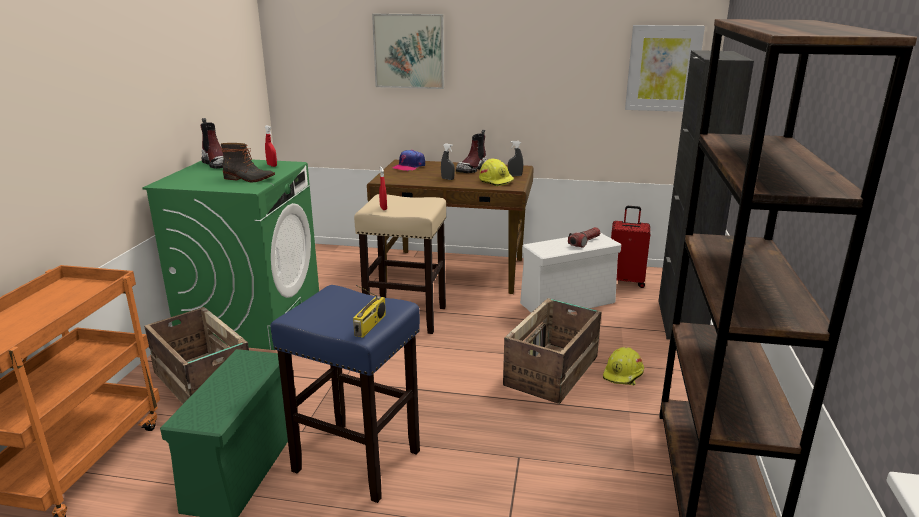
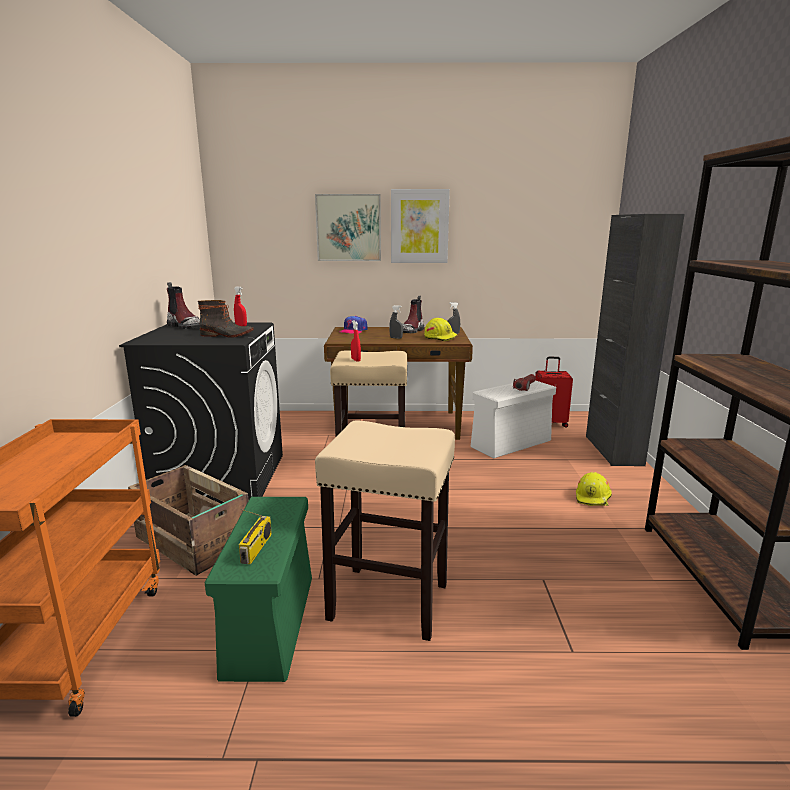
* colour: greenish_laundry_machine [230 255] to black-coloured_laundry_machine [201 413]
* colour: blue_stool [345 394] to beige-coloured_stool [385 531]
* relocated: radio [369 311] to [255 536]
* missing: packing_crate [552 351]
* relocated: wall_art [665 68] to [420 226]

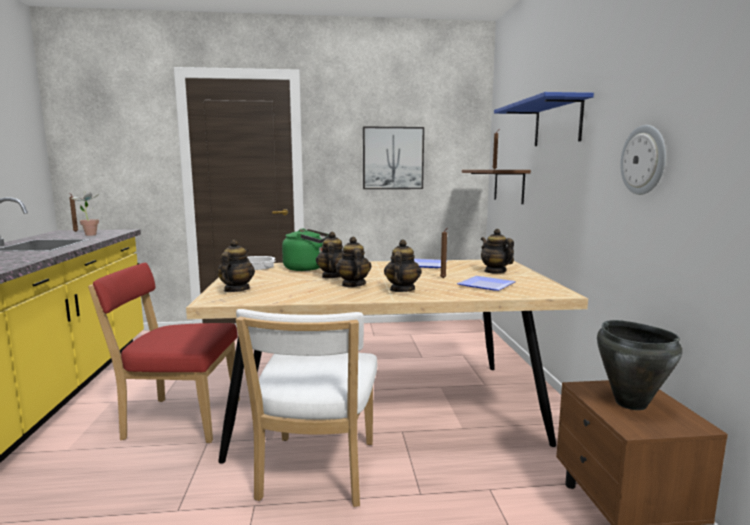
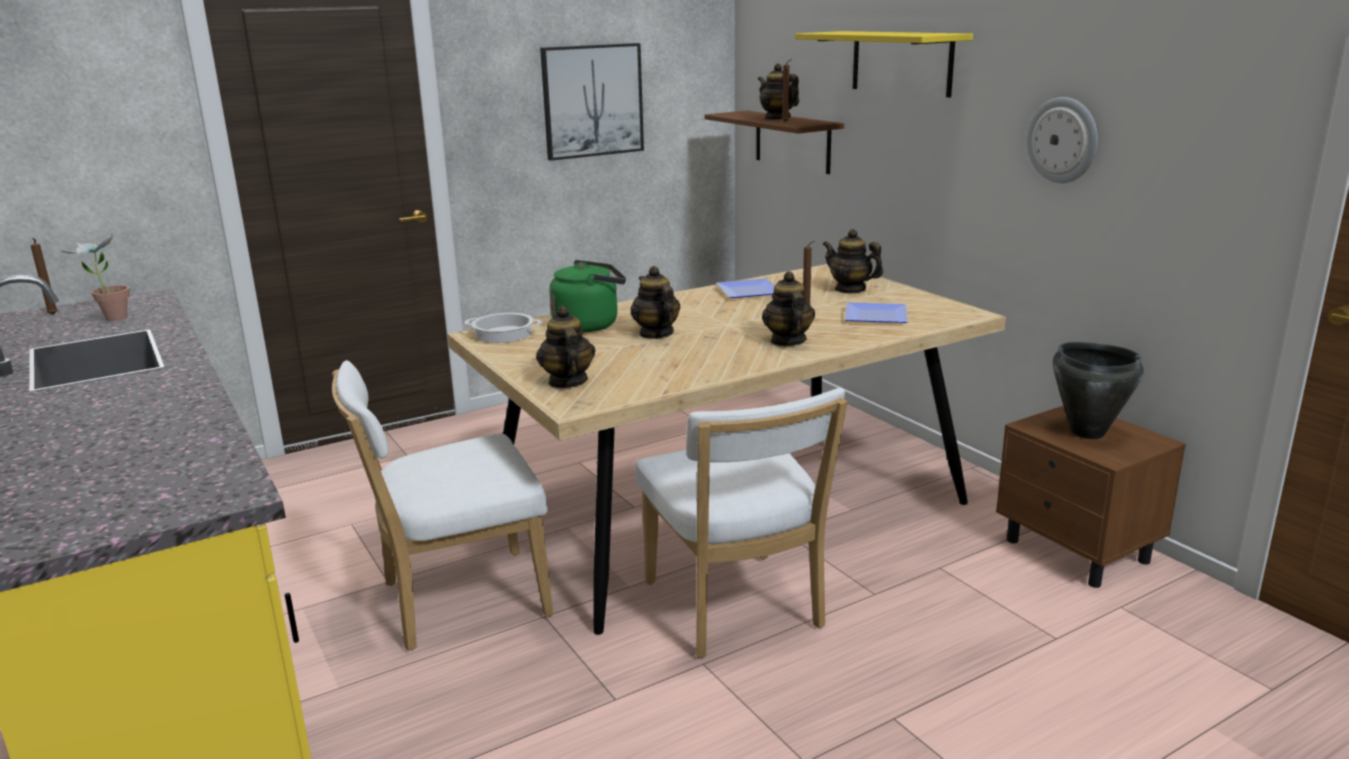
* colour: reddish_chair [164 353] to white_chair [443 505]
* relocated: tea_pot [353 262] to [778 91]
* colour: blue_wall_shelf [544 119] to yellowish_wall_shelf [884 64]

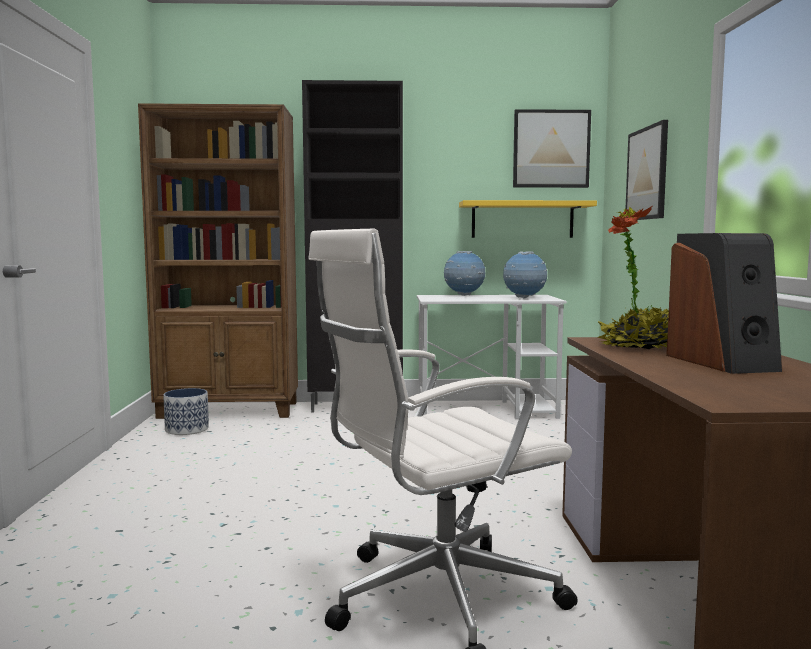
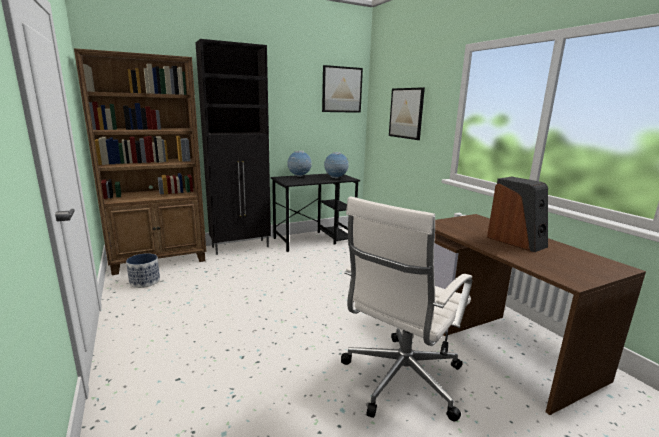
* colour: white_desk_table [492 357] to black-coloured_desk_table [315 213]
* missing: yellowish_wall_shelf [528 219]
* missing: houseplant [633 277]

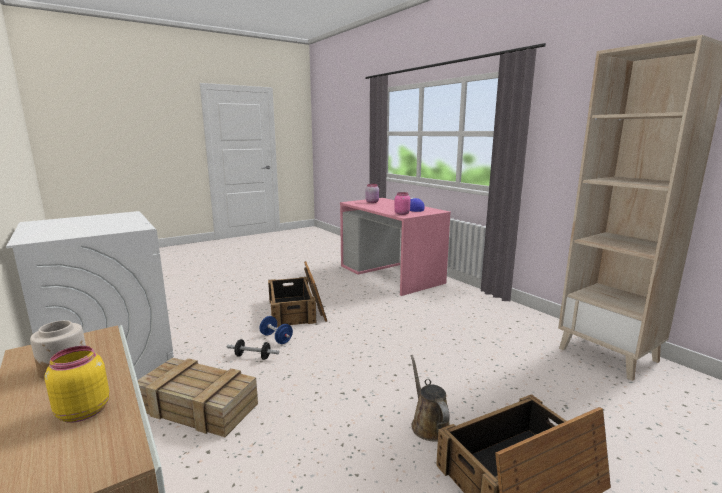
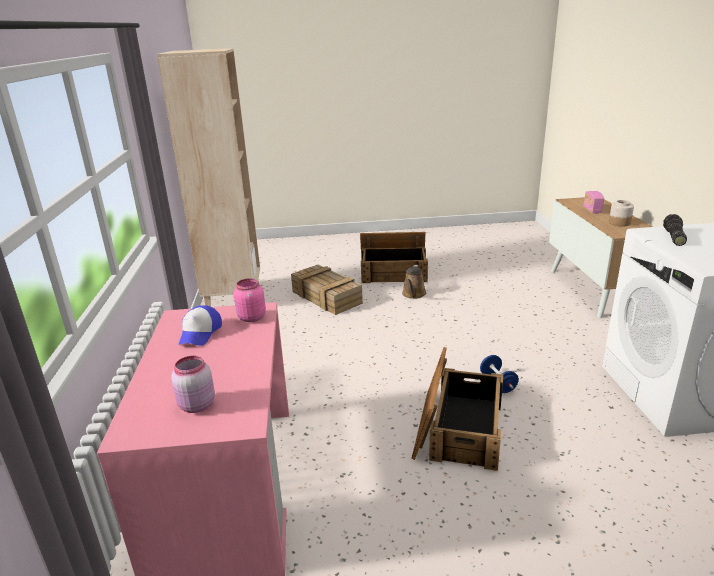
* exchanged: yellowish_storage_jar [77 384] to radio [594 202]
* relocated: packing_crate [198 397] to [327 290]
* missing: hand_weight [253 349]
* appeared: torch [675 230]

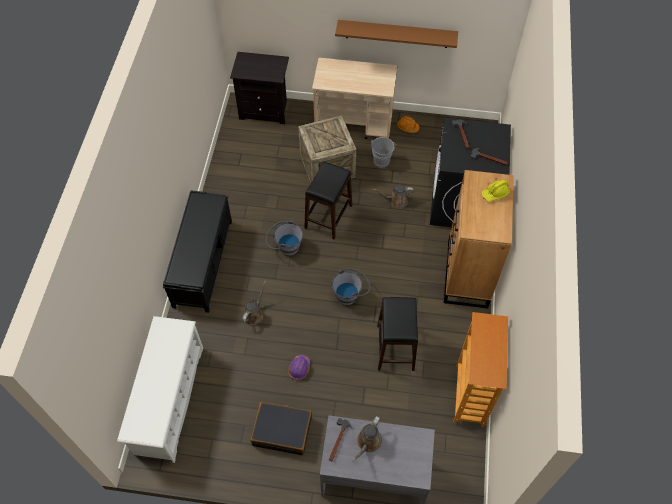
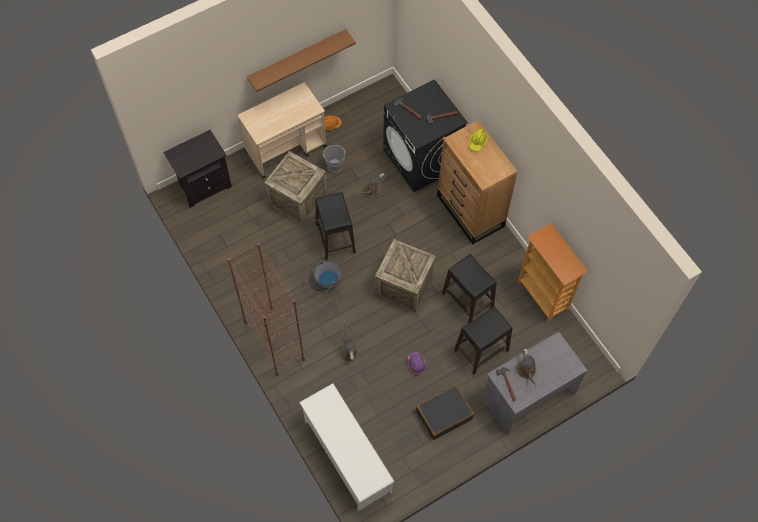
* exchanged: black-coloured_long_seat [197 251] to brownish_bookshelf [266 309]
* exchanged: grey_bucket [351 286] to packing_crate [405 275]
* appeared: black-coloured_stool [483 340]

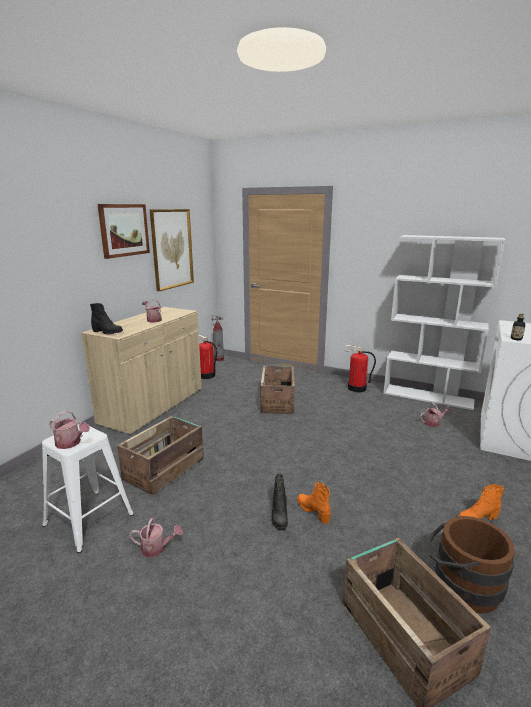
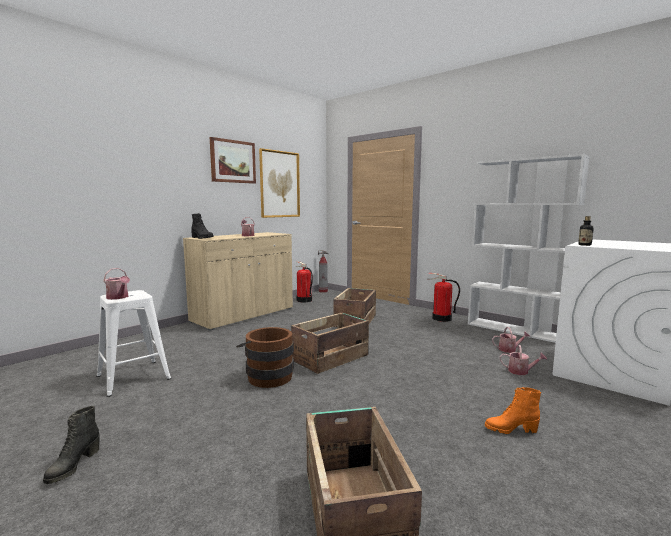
* relocated: packing_crate [160 455] to [330 343]
* relocated: sprinkling_can [156 538] to [523 360]
* relocated: black-coloured_tall_boot [279 502] to [71 445]
* missing: orange_tall_boot [314 503]
* relocated: brownish_bucket [471 565] to [265 357]

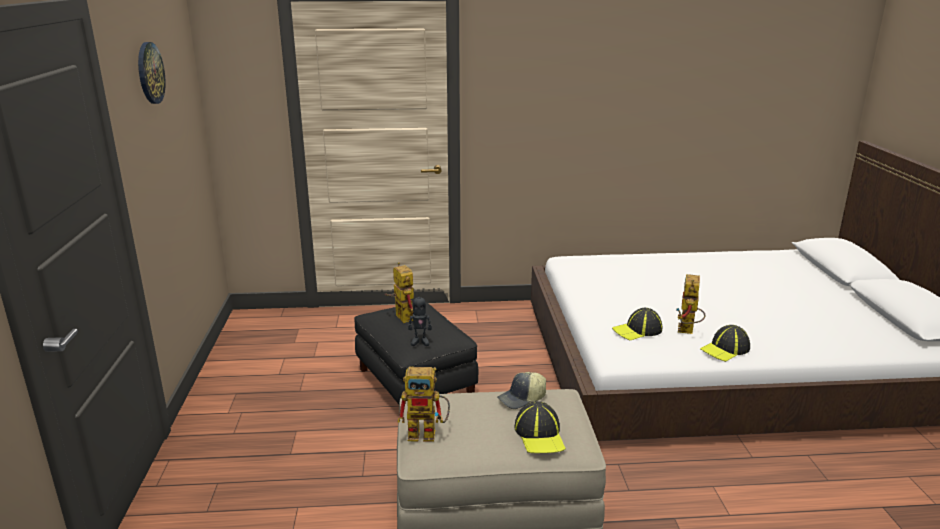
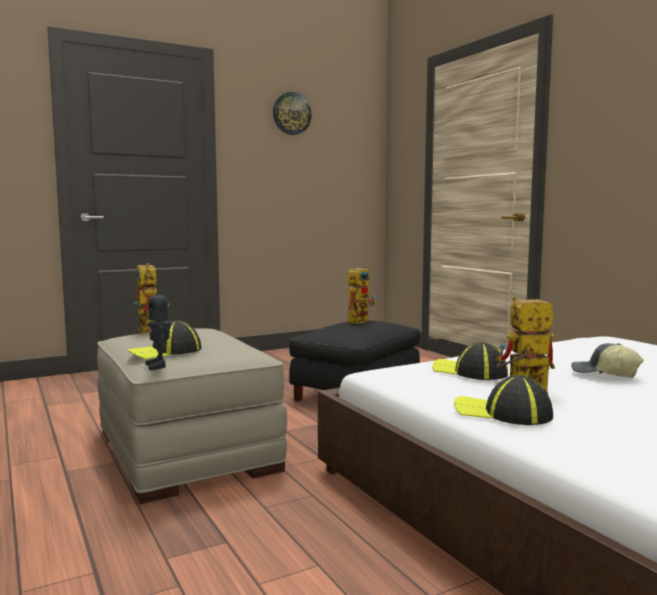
* relocated: model_robot [420 318] to [158 326]
* relocated: peaked_cap [521 390] to [607 360]

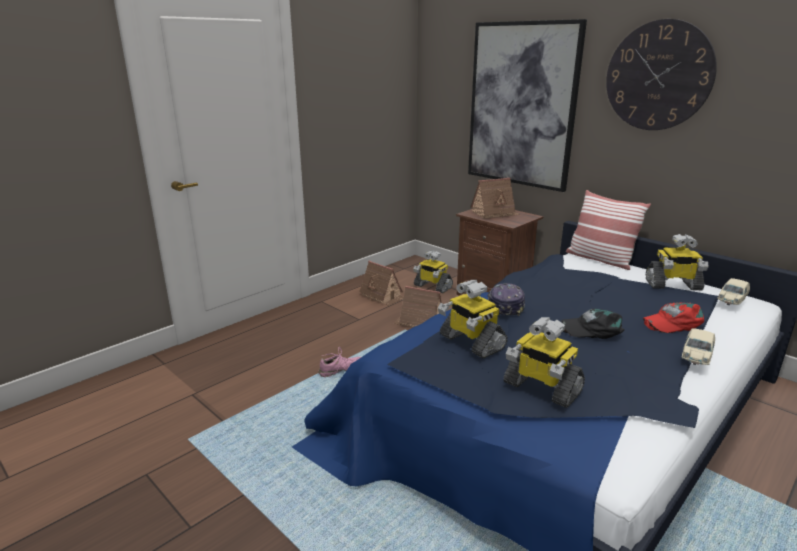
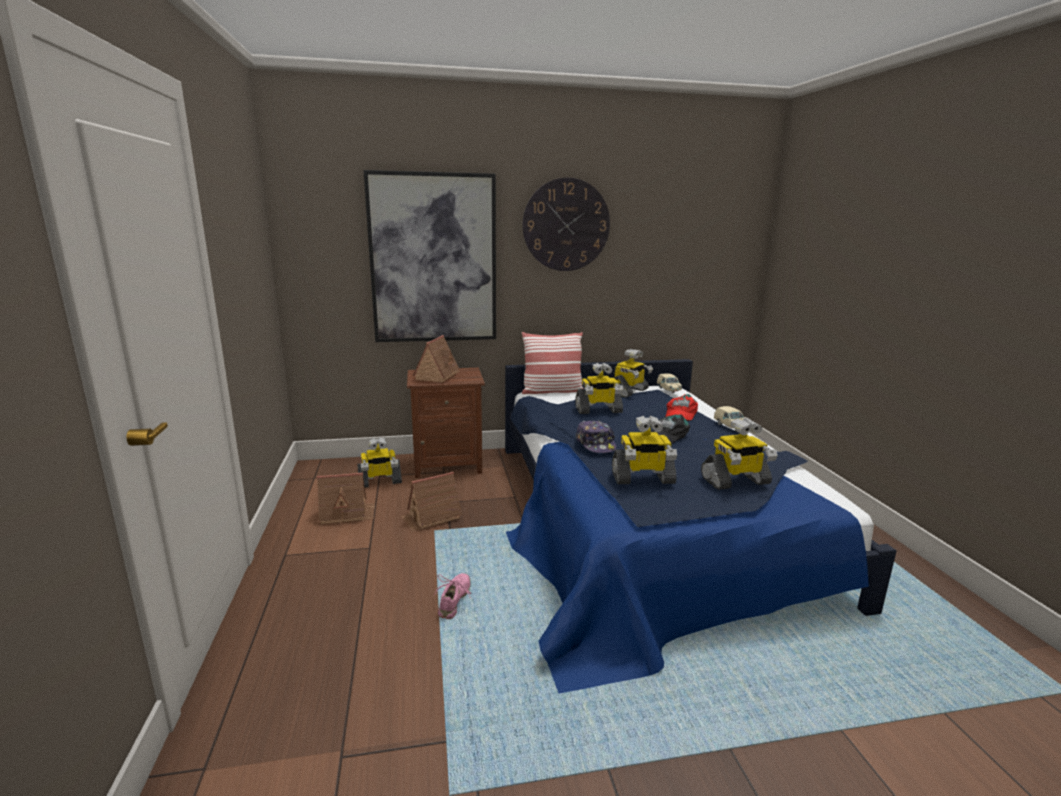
* spun: peaked_cap [506 299] = [596 436] 150 degrees counterclockwise
* appeared: model_robot [599 388]

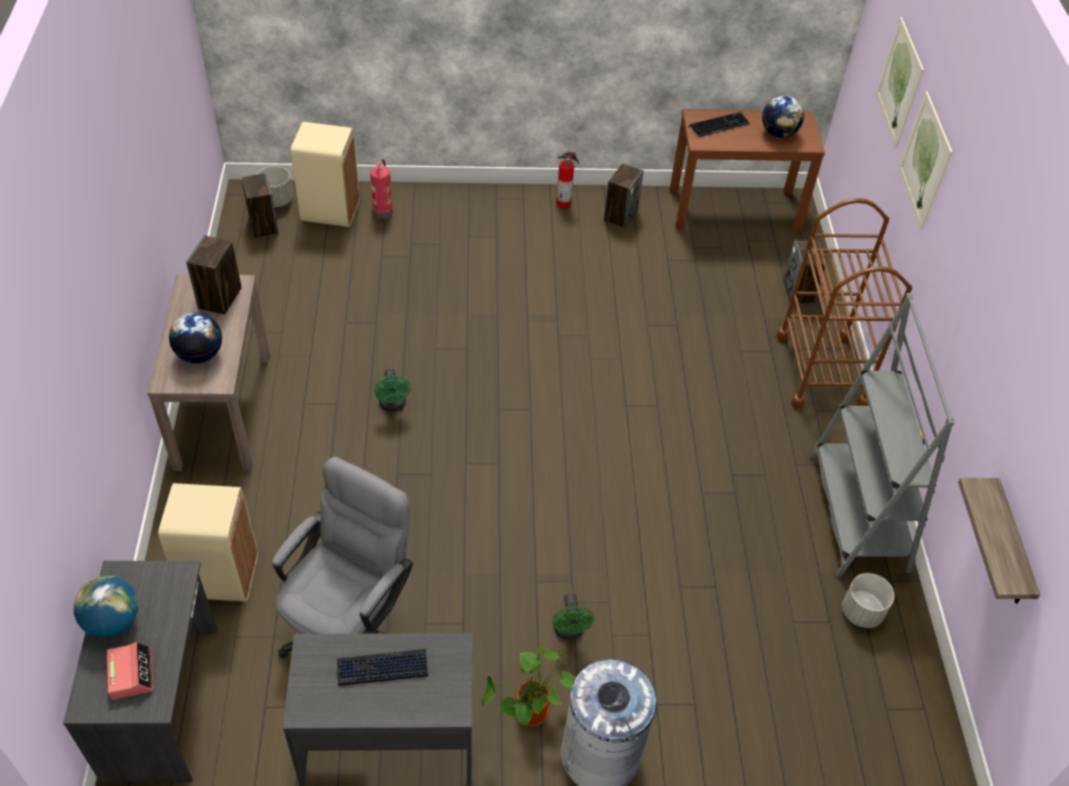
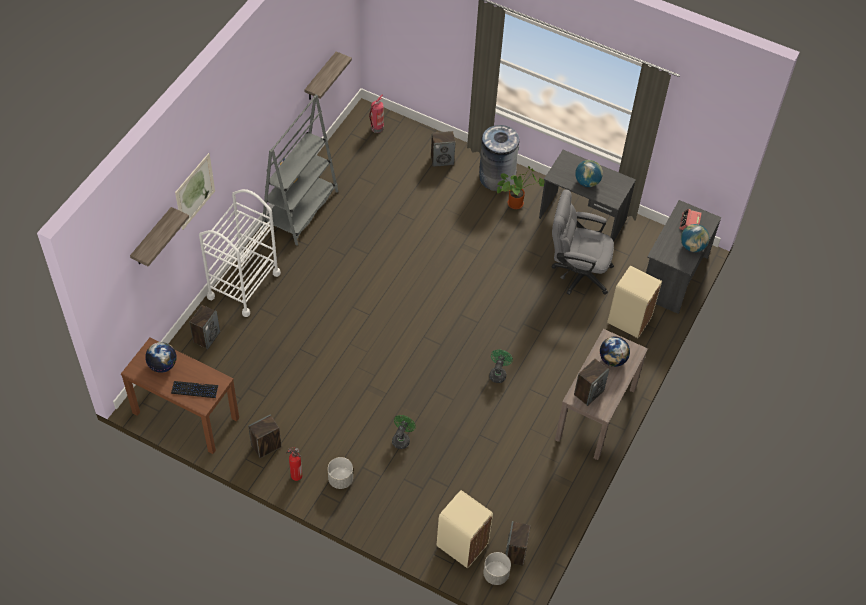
* spun: grey_office_chair [343 557] = [582 242] 45 degrees clockwise
* exchanged: PC_keyboard [382 667] to globe [589 173]
* relocated: fire-fighting_cylinder [381 189] to [376 114]
* relocated: greenish_electric_fan [573 616] to [404 432]
* colour: brownish_cart [844 303] to white_cart [240 253]
* relocated: grey_planter [868 600] to [340 473]
* exchanged: wall_art [900 82] to wall_shelf [159 237]
* appeared: audio_speaker [443 149]

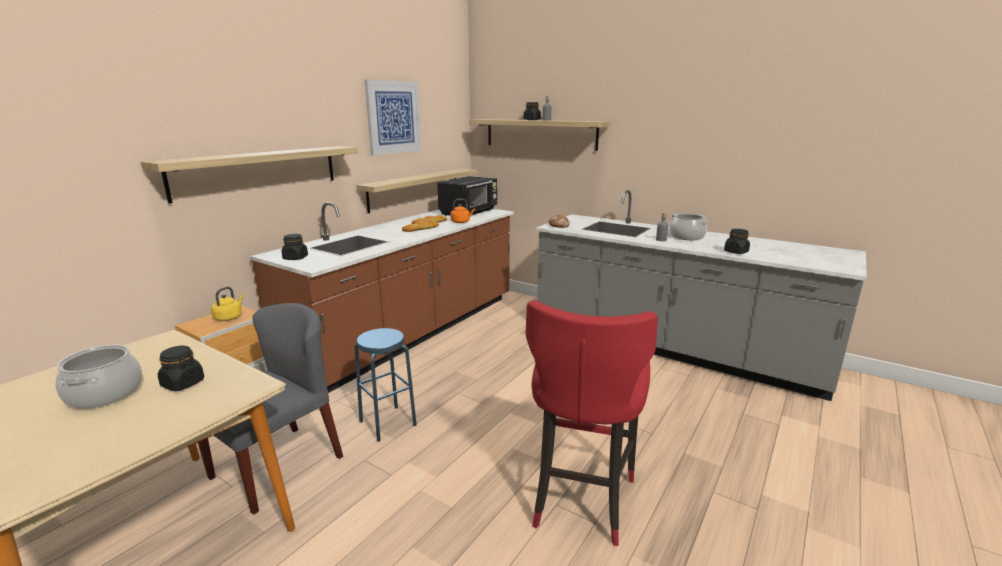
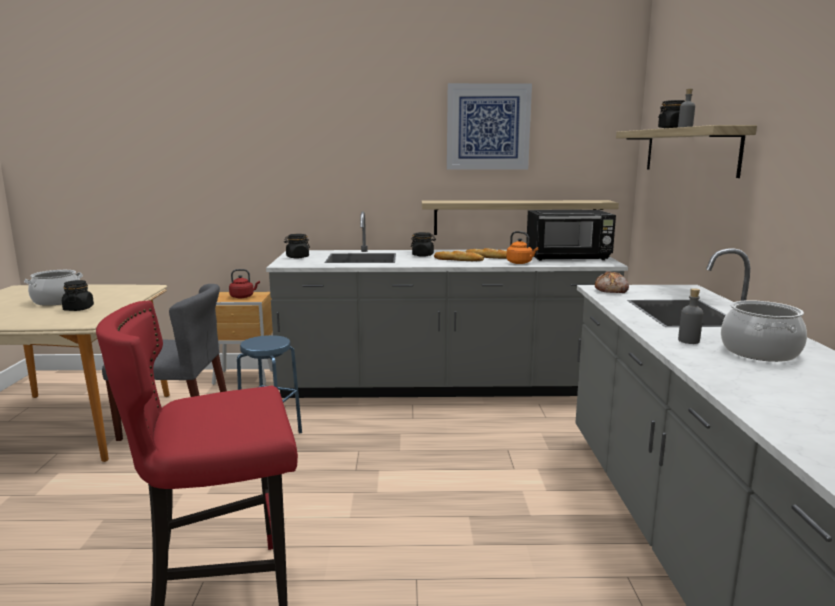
* missing: wall_shelf [249 175]
* colour: yellowish_water_kettle [227 304] to reddish_water_kettle [244 283]
* colour: brownish_counter [382 297] to grey_counter [447 304]
* relocated: black-coloured_storage_jar [737 241] to [423 244]

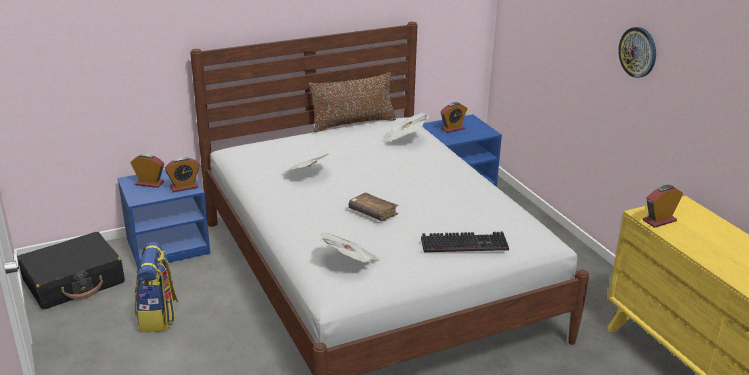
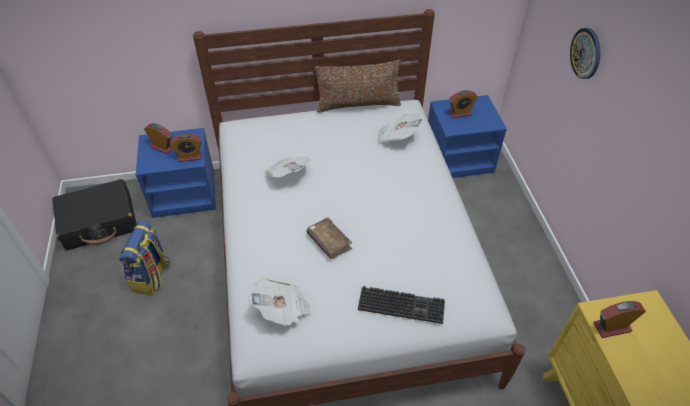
* relocated: clock_on_the_wall [637 52] to [585 53]

